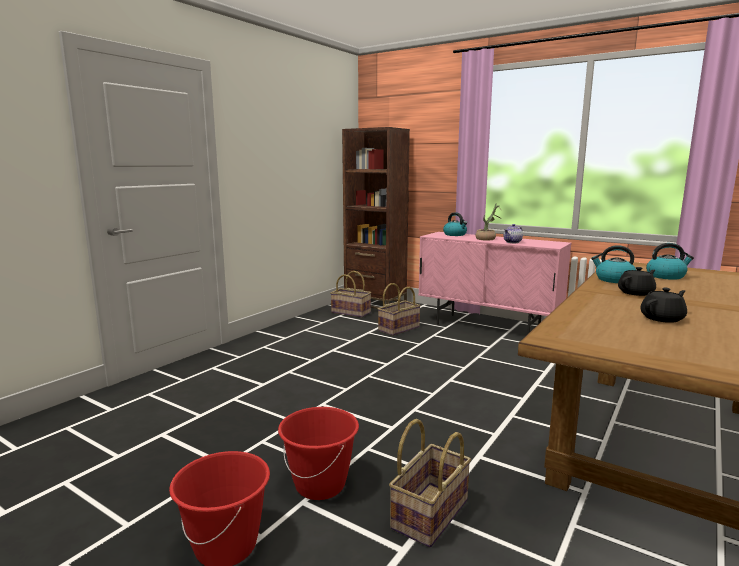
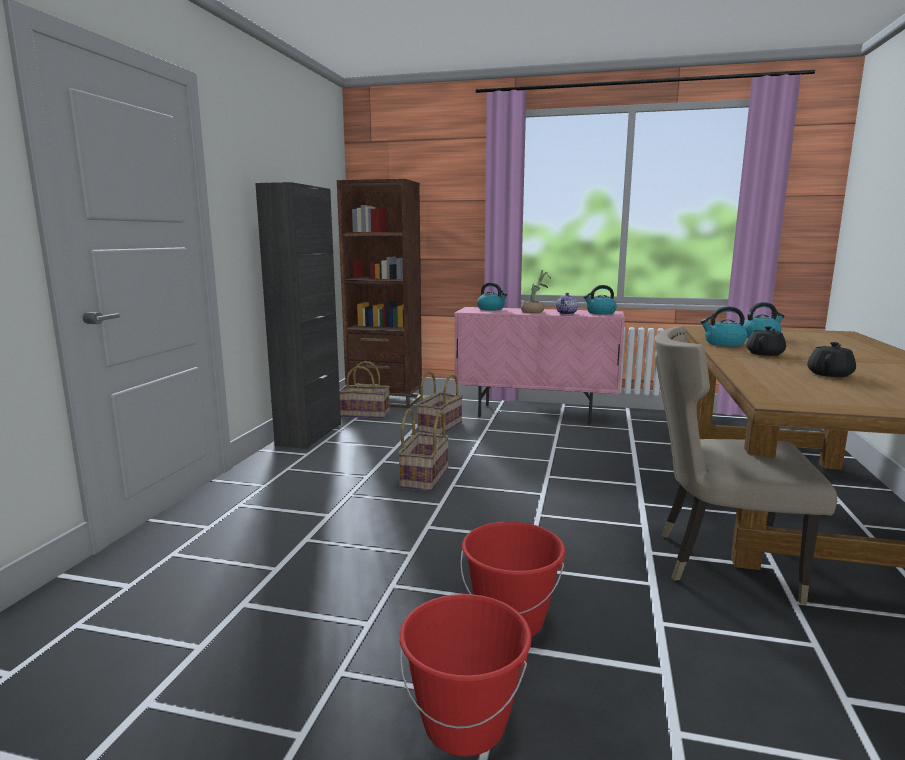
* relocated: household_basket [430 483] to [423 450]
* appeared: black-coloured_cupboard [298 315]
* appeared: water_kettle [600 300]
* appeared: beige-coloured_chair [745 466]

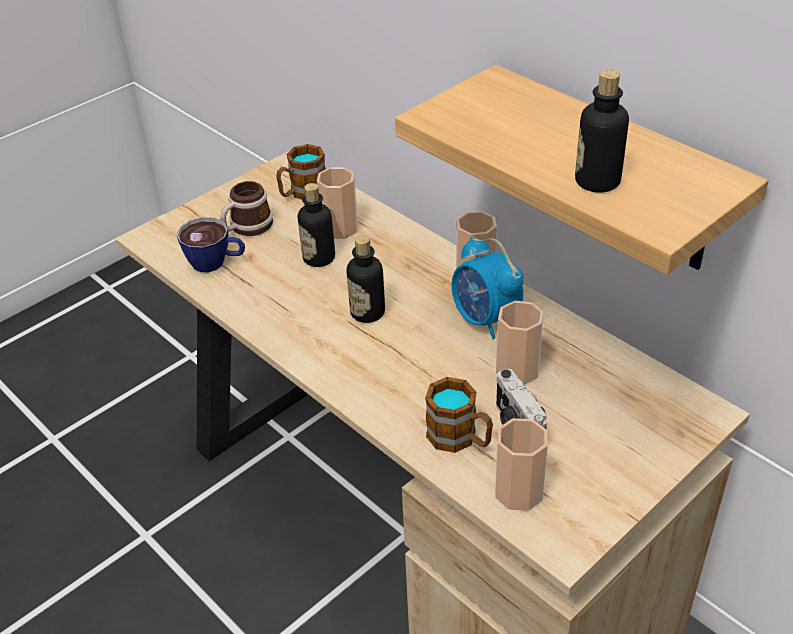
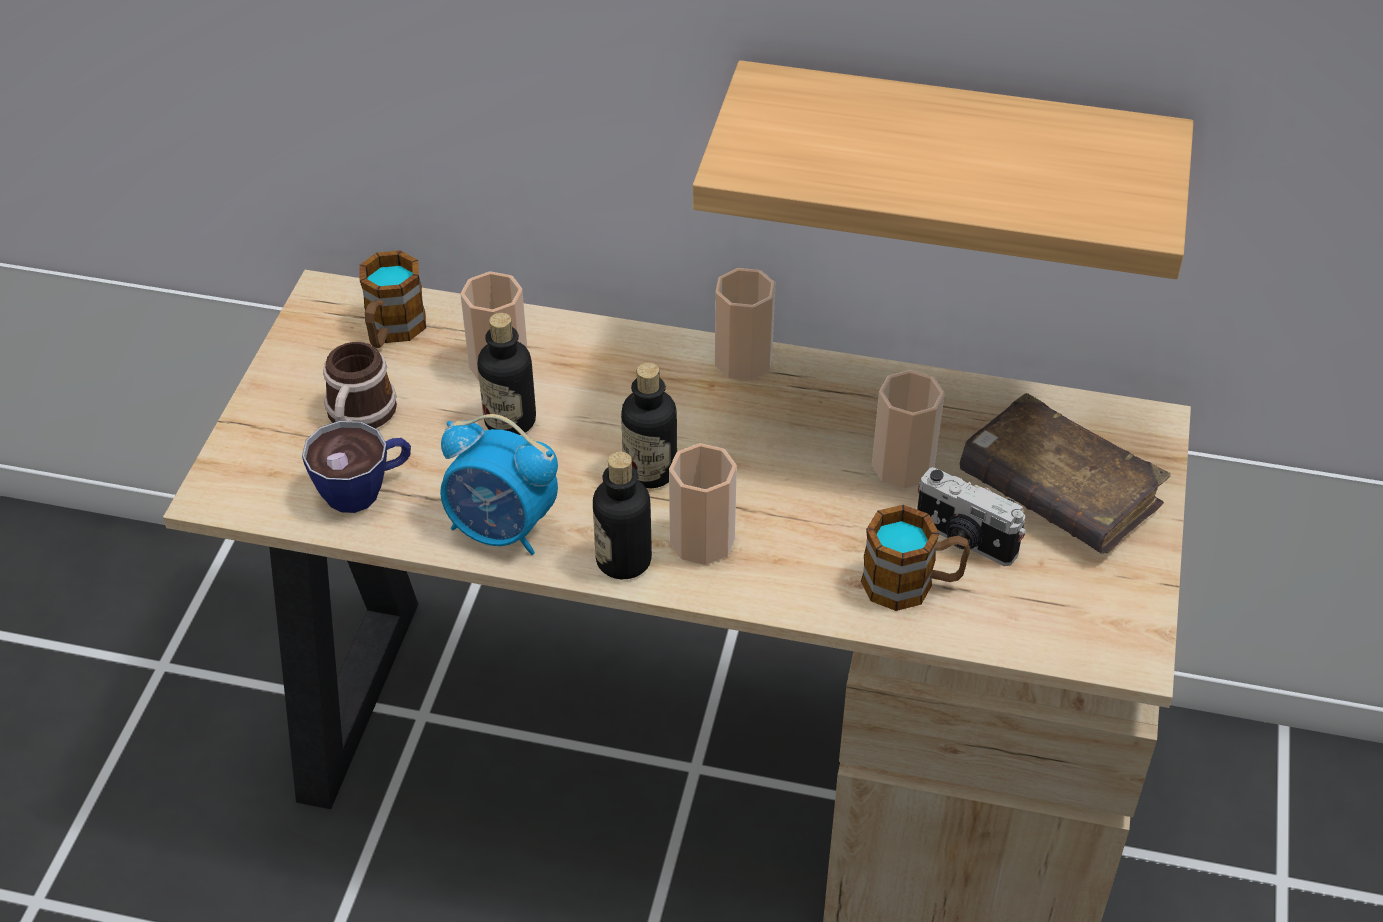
* relocated: table_clock [488 288] to [499 484]
* relocated: small_cup [521 464] to [703 504]
* relocated: bottle [602 131] to [622 515]
* appeared: brownish_volume [1065 473]

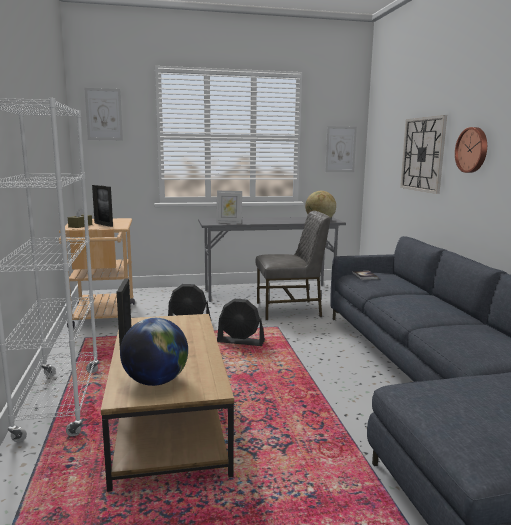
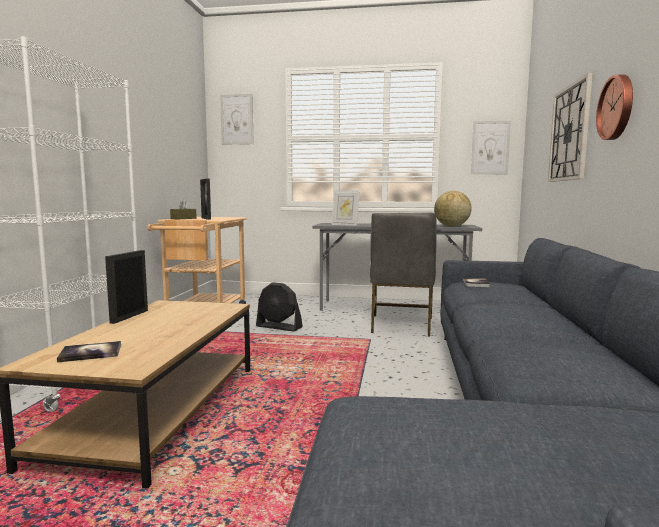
* exchanged: globe [154 352] to volume [89 352]
* missing: black-coloured_electric_fan [241 322]
* spun: grey_chair [292 265] = [403 274] 90 degrees clockwise

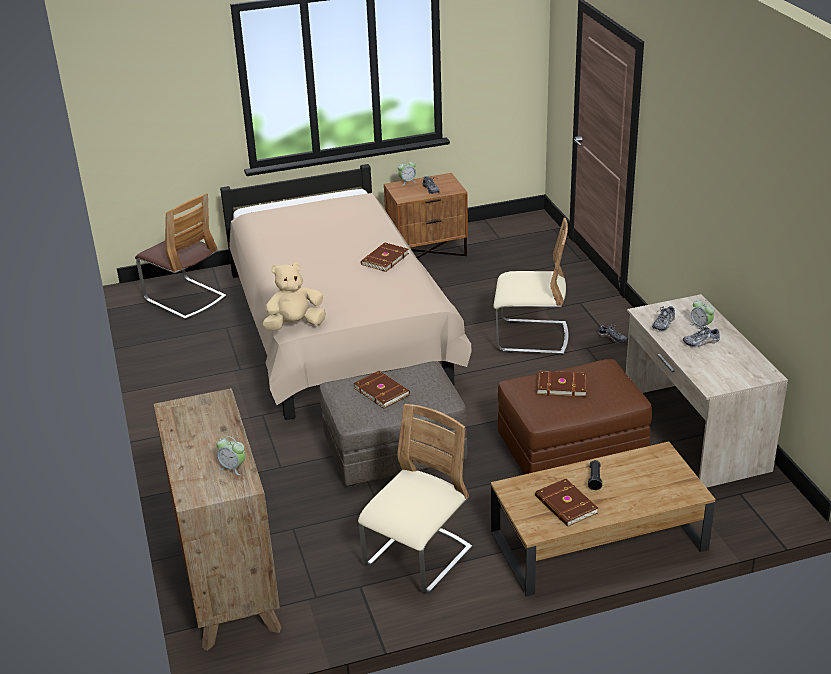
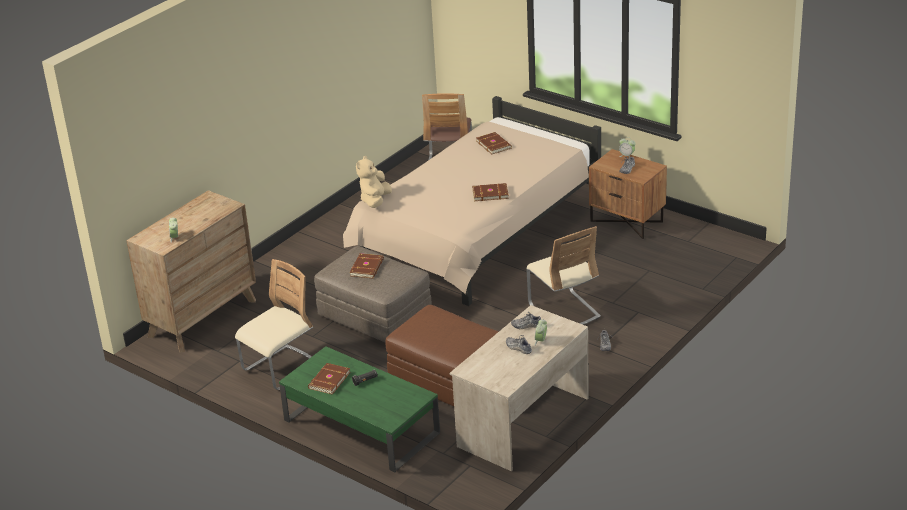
* spun: beige-coloured_cuddly_toy [294 296] = [374 182] 105 degrees counterclockwise
* spun: beige-coloured_chair [415 498] = [274 324] 45 degrees counterclockwise
* colour: brownish_low_table [603 518] to greenish_low_table [359 409]
* relocated: brownish_volume [562 384] to [494 143]

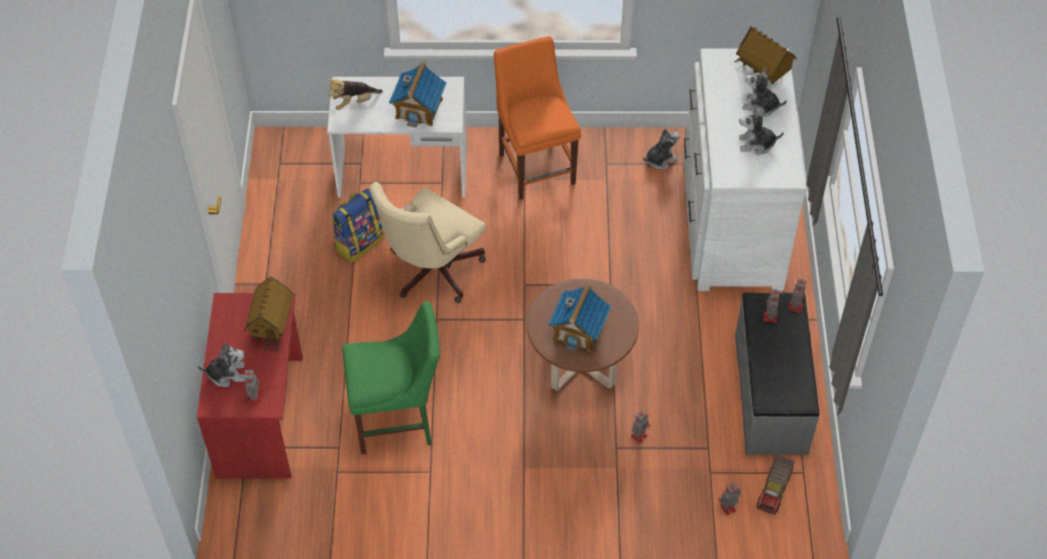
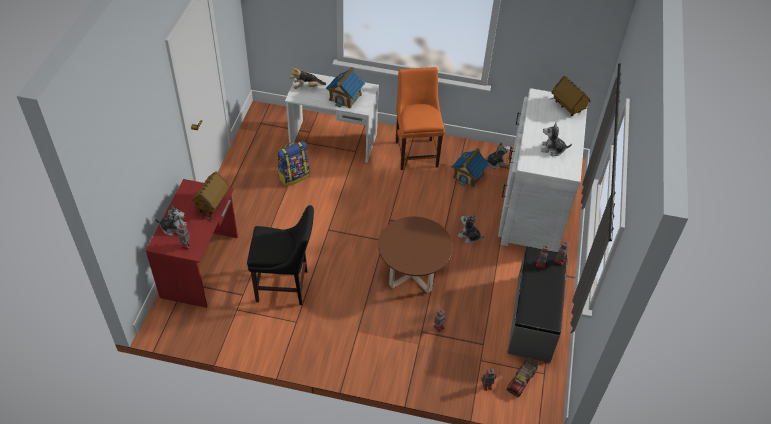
* colour: greenish_chair [391 377] to black-coloured_chair [280 255]
* missing: beige-coloured_office_chair [427 242]
* relocated: toy_house [579 318] to [470 167]
* relocated: cuddly_toy [764 92] to [471 228]

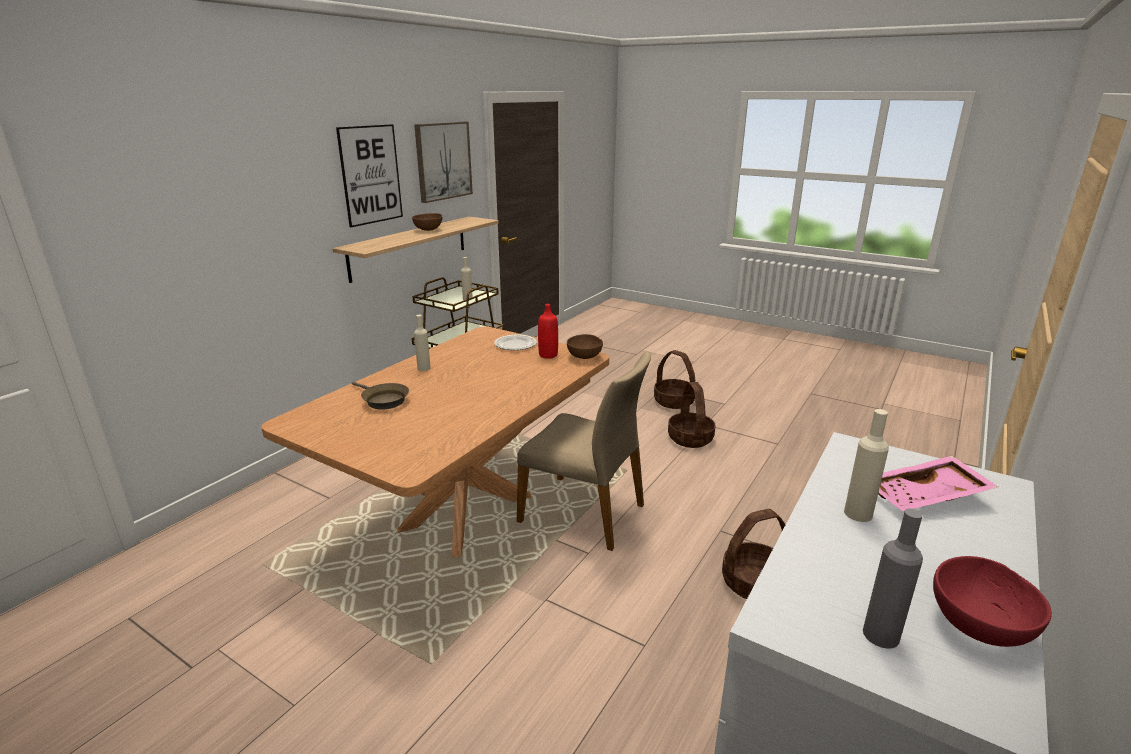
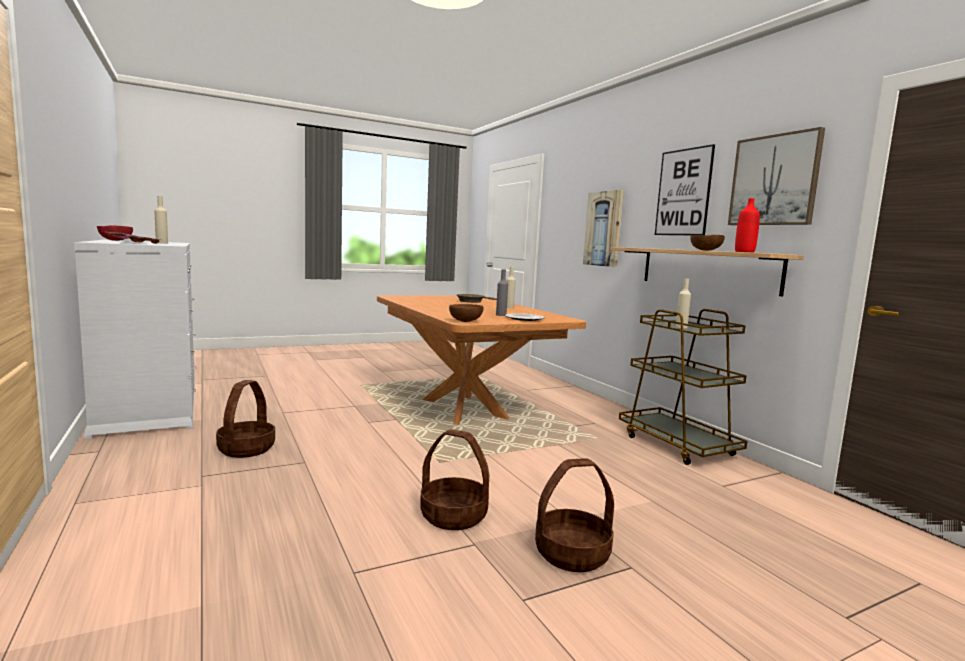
* missing: beige-coloured_chair [584 451]
* relocated: reddish_bottle [548 331] to [747 225]
* relocated: grey_bottle [893 578] to [502 292]
* appeared: wall_art [603 228]

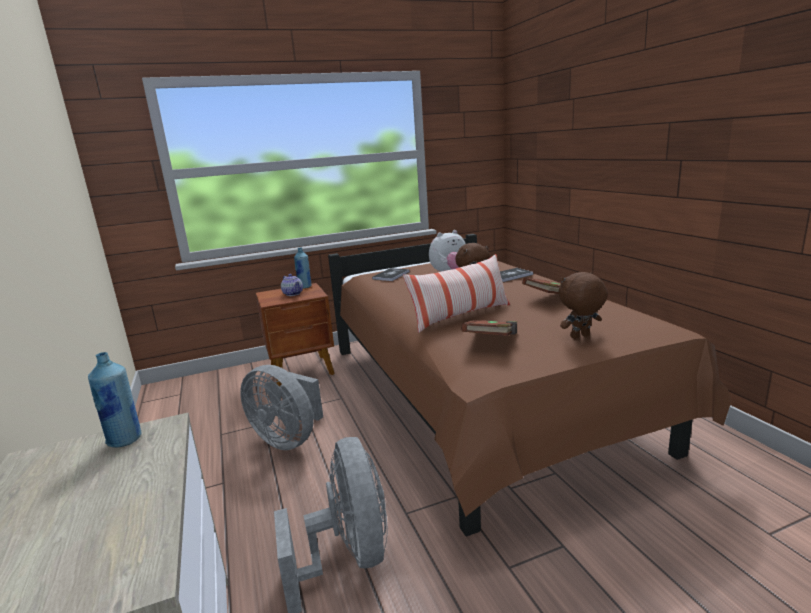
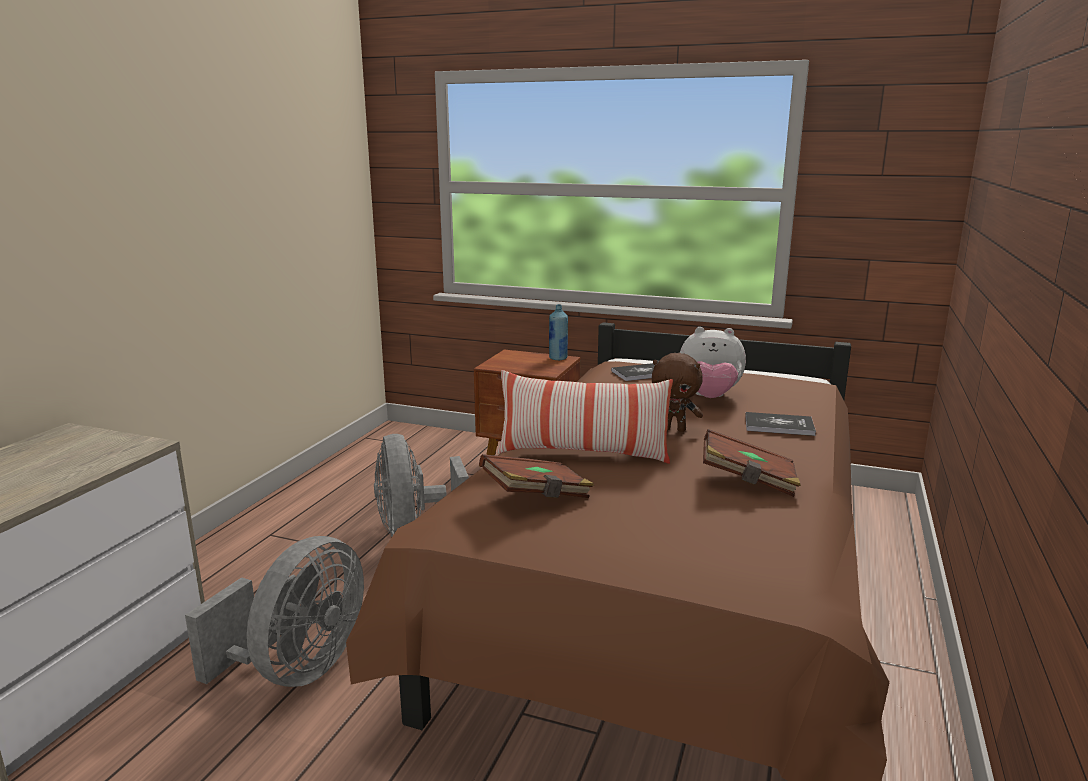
* missing: blue_bottle [114 399]
* missing: tea_pot [292 285]
* missing: brownish_cuddly_toy [583 305]

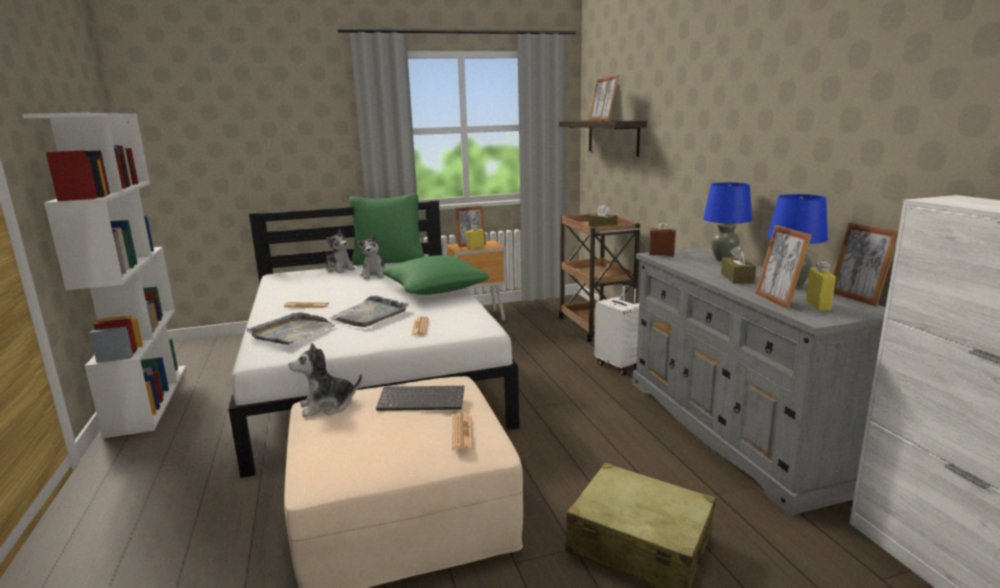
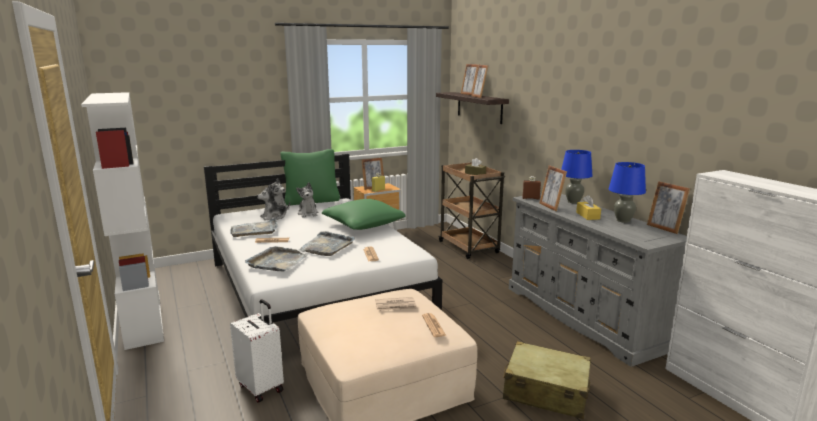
* relocated: cuddly_toy [325 380] to [273 203]
* exchanged: PC_keyboard [420 398] to daily_paper [396 304]
* relocated: white_travel_case [616 328] to [257 350]
* colour: brownish_tissue_holder [738 265] to yellowish_tissue_holder [588 207]
* relocated: photo_frame [783 267] to [553 188]
* missing: yellowish_bottle [821 286]
* appeared: grey_carrying_tray [254 227]

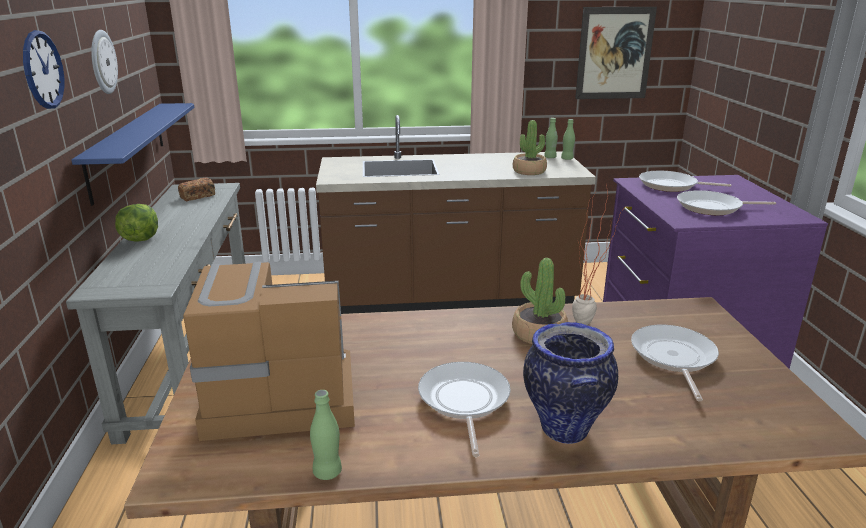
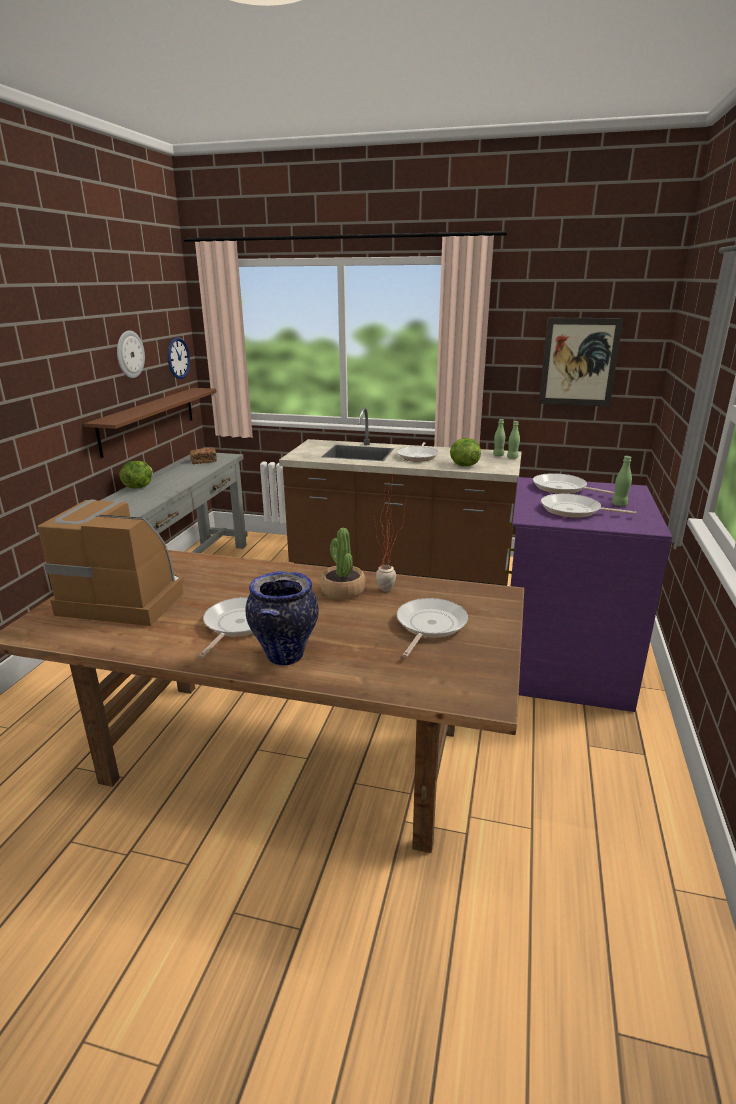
* relocated: clock_on_the_wall [44 69] to [179 358]
* colour: blue_wall_shelf [132 154] to brownish_wall_shelf [150 423]
* relocated: greenish_bottle [326 435] to [622 481]
* exchanged: houseplant [530 147] to lettuce_head [465 452]
* appeared: pan [418 452]

